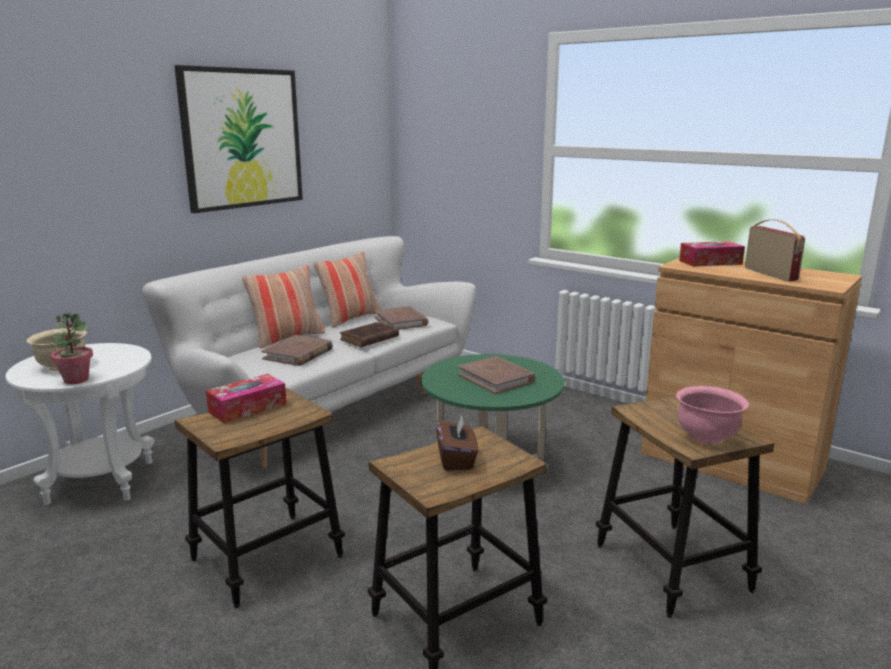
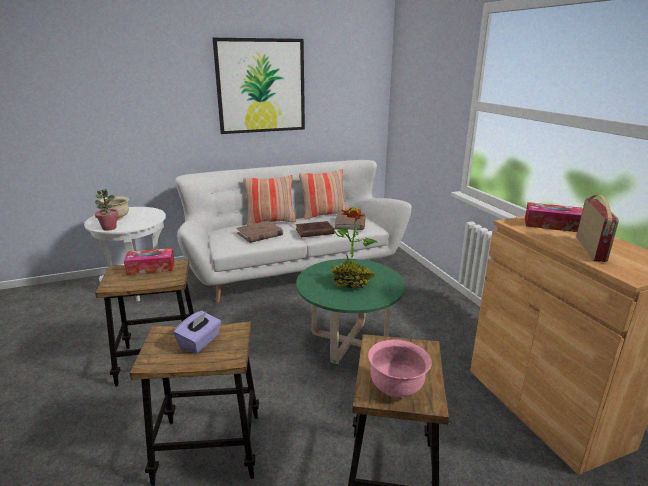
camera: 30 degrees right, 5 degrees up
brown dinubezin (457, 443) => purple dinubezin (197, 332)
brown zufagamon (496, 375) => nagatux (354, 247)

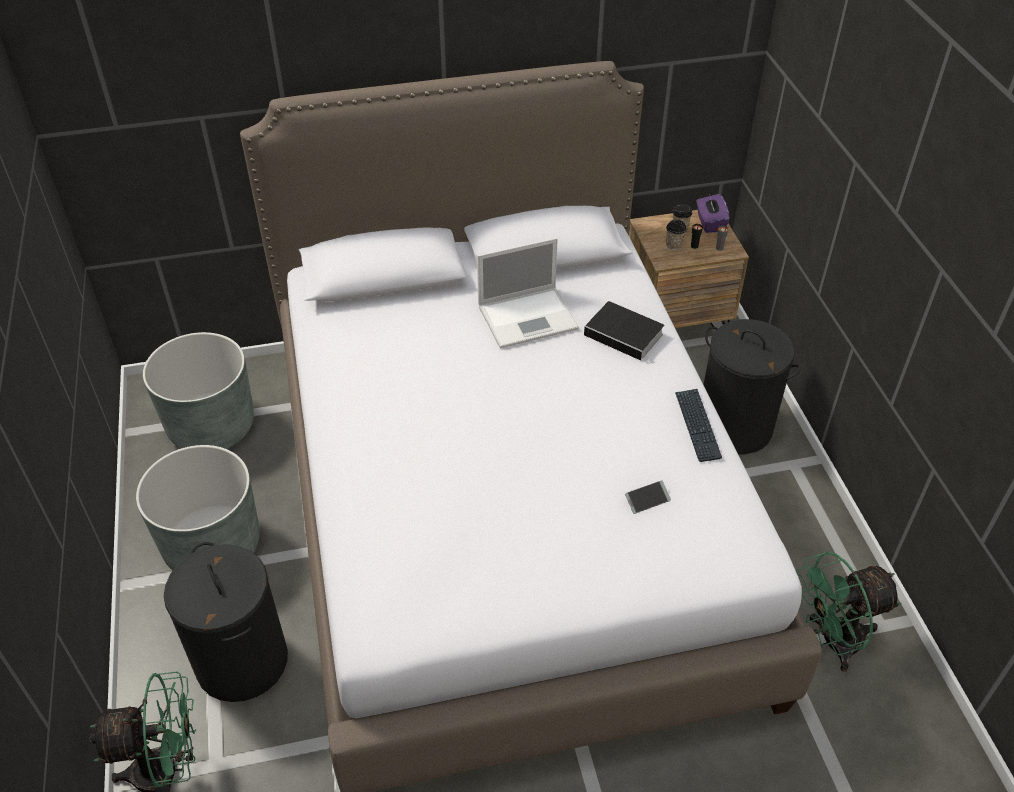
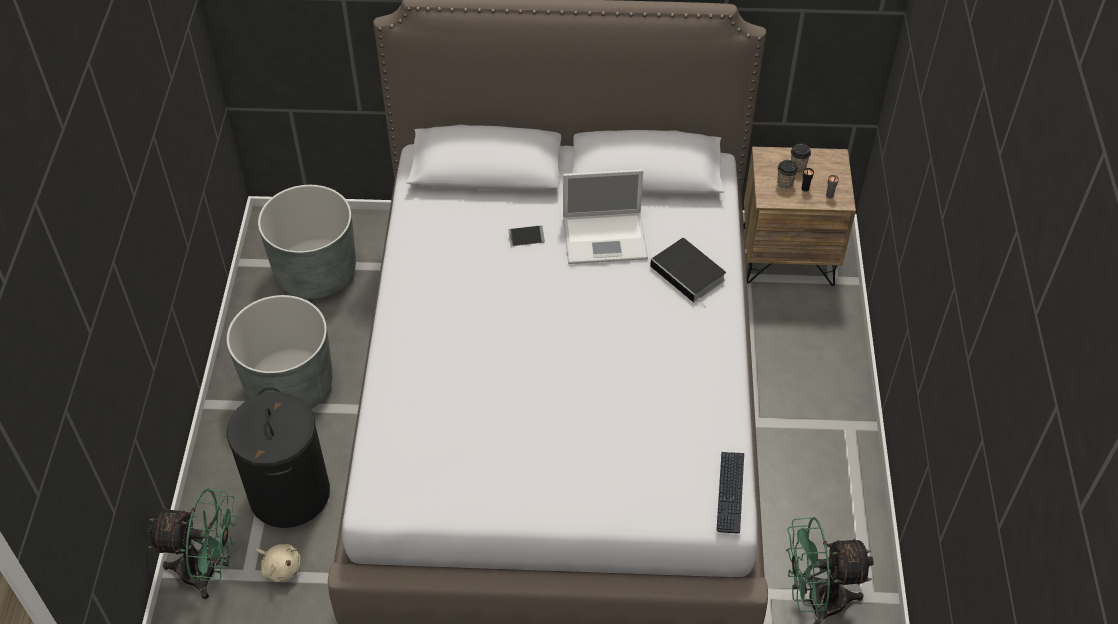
camera: 15 degrees right, 5 degrees up
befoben (648, 497) => befoben (526, 235), relocated
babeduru (698, 425) => babeduru (730, 493), relocated
purple dinubezin (713, 213) => nothing
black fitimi (752, 386) => nothing
nothing => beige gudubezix (278, 563)

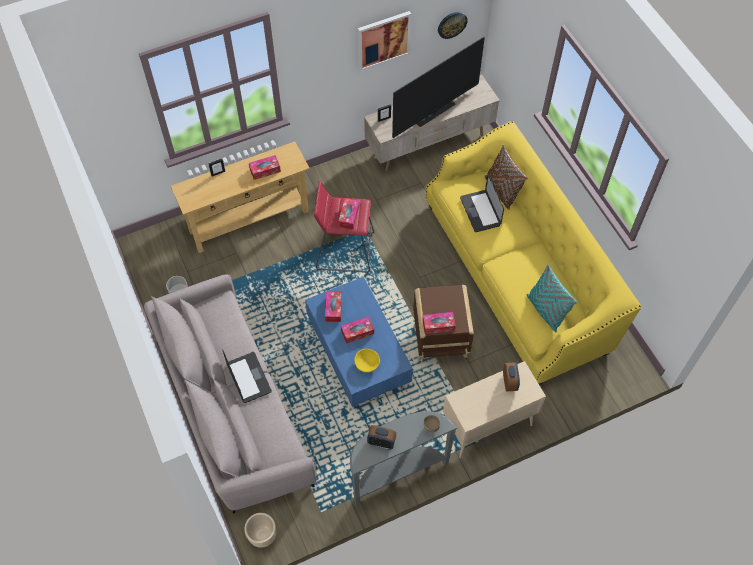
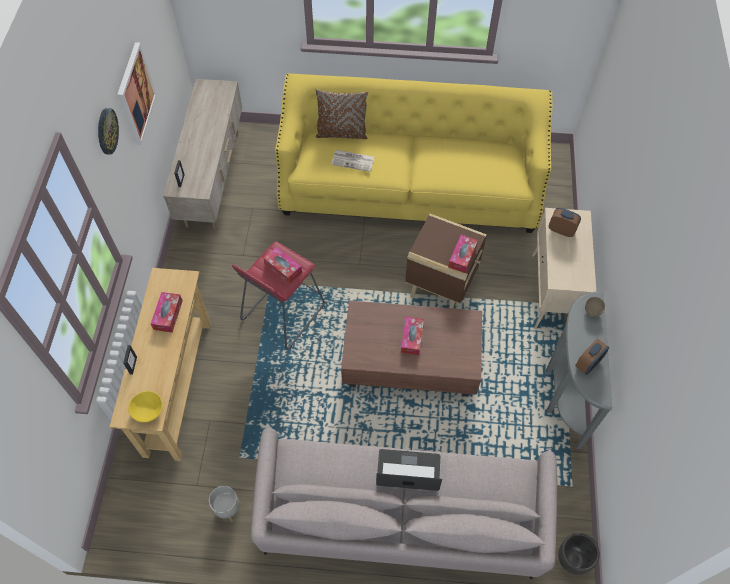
camera: 60 degrees left, 0 degrees up
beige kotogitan (260, 530) => black kotogitan (579, 554)
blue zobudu (359, 342) => brown zobudu (411, 348)
dinubezin (333, 306) => nothing
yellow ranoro (367, 360) => yellow ranoro (145, 407), relocated
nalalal (438, 87) => nothing
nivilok (453, 25) => nivilok (108, 131), relocated
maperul (482, 203) => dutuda (353, 161)
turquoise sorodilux (552, 298) => nothing

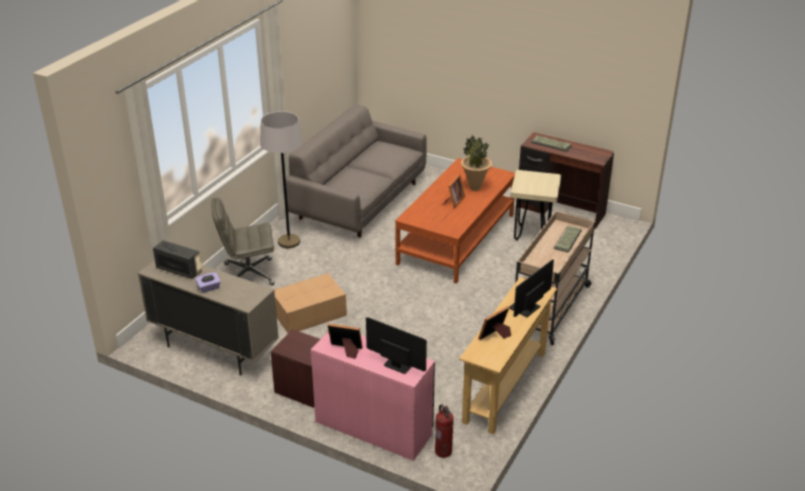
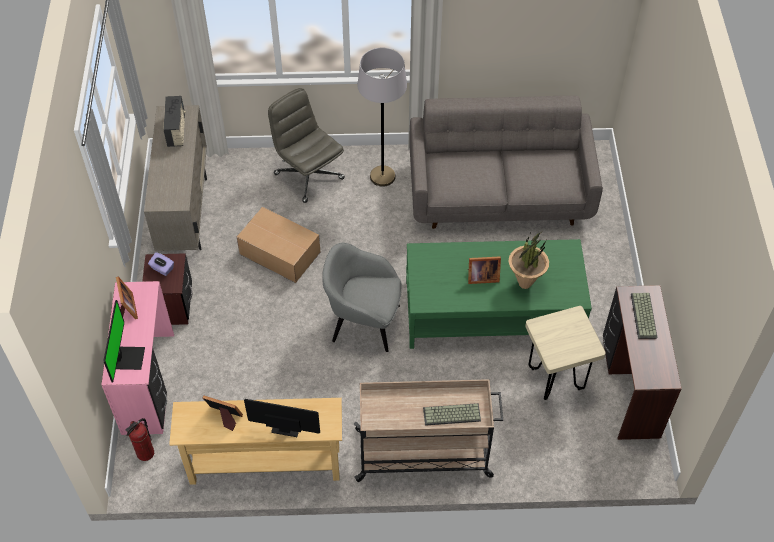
camera: 60 degrees right, 20 degrees up
purple dinubezin (208, 282) => purple dinubezin (161, 264), relocated
brown zobudu (455, 221) => green zobudu (499, 294)
nothing => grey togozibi (362, 297)

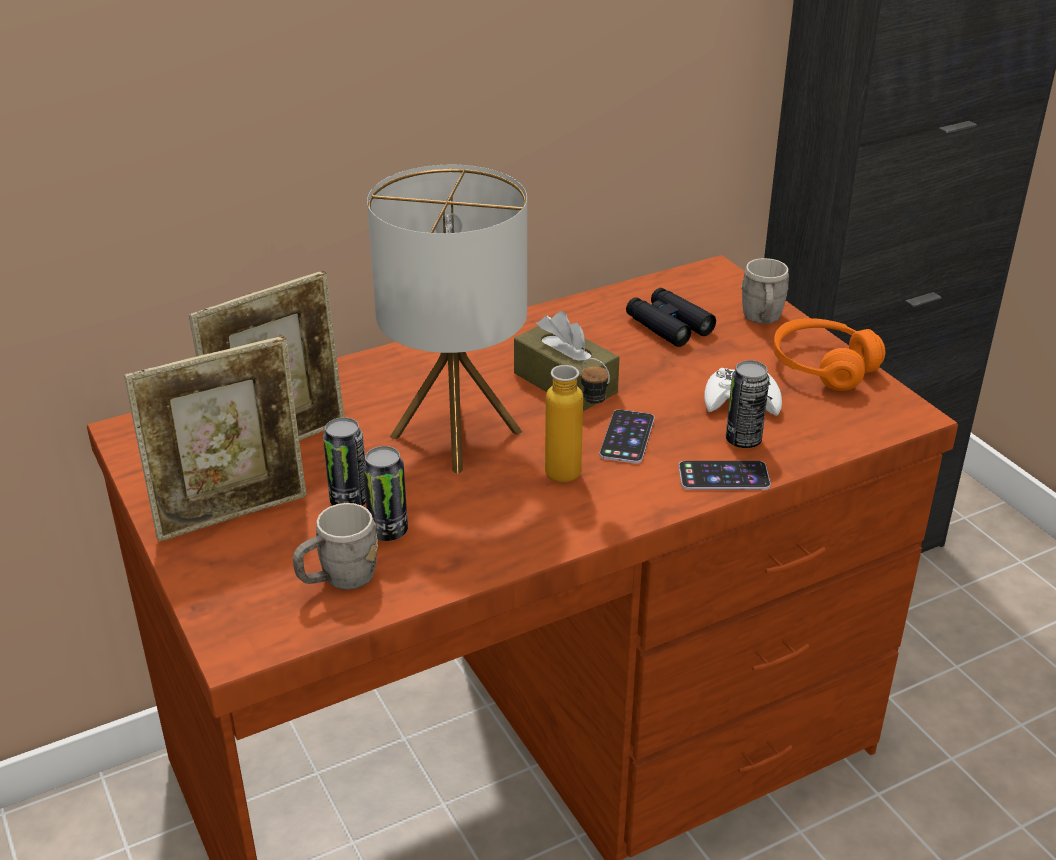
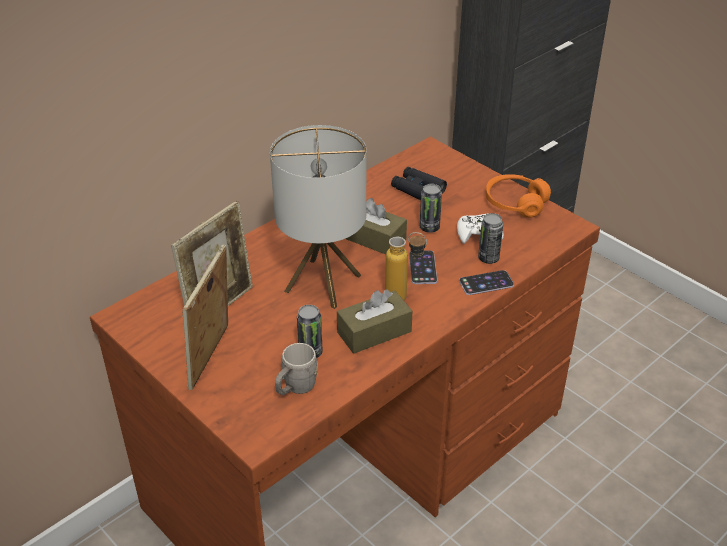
camera: 15 degrees left, 5 degrees up
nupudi (215, 439) => nupudi (205, 317), 150 degrees clockwise
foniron (344, 461) => foniron (431, 208), relocated
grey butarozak (765, 291) => nothing
nothing => brown dinubezin (374, 321)

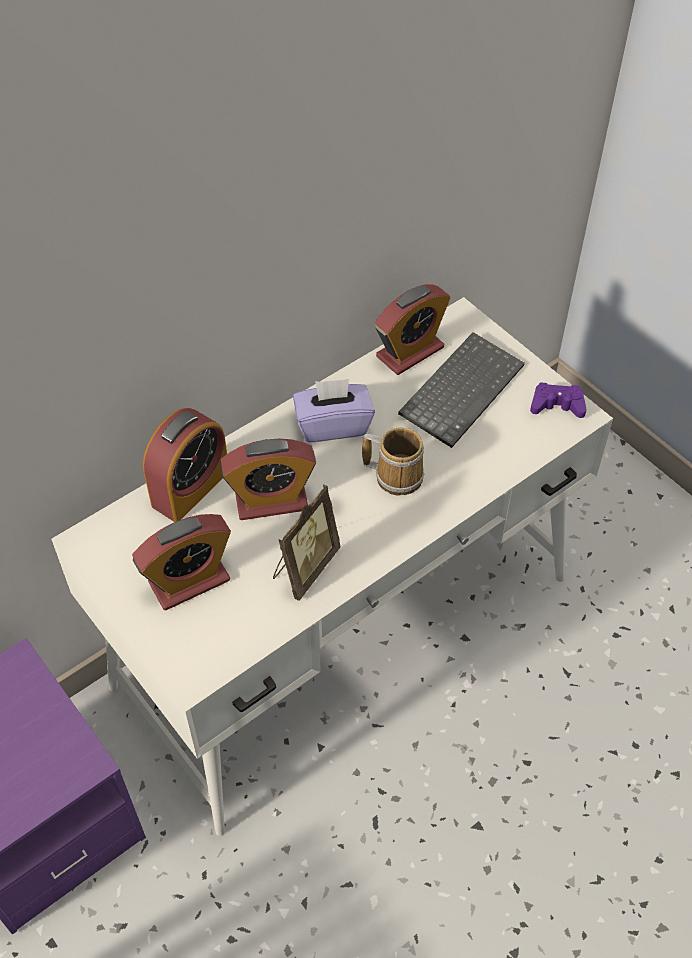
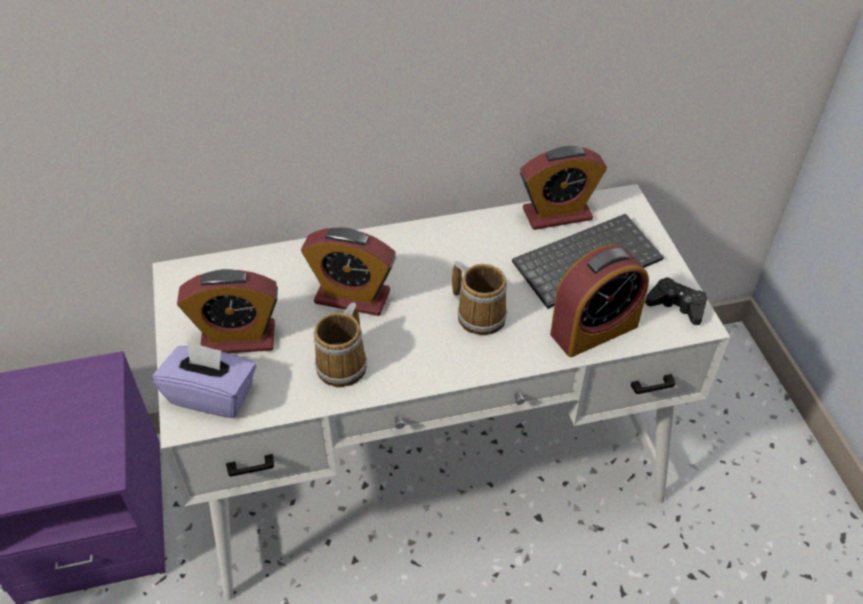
camera: 25 degrees right, 5 degrees down
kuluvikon (185, 465) => kuluvikon (599, 301), relocated
nupudi (307, 542) => butarozak (340, 345)
purple dinubezin (334, 410) => purple dinubezin (204, 379), relocated
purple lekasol (558, 400) => black lekasol (676, 301)

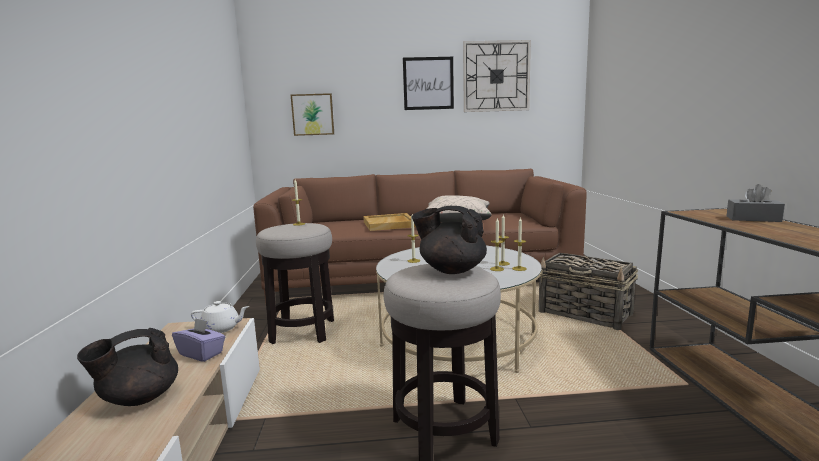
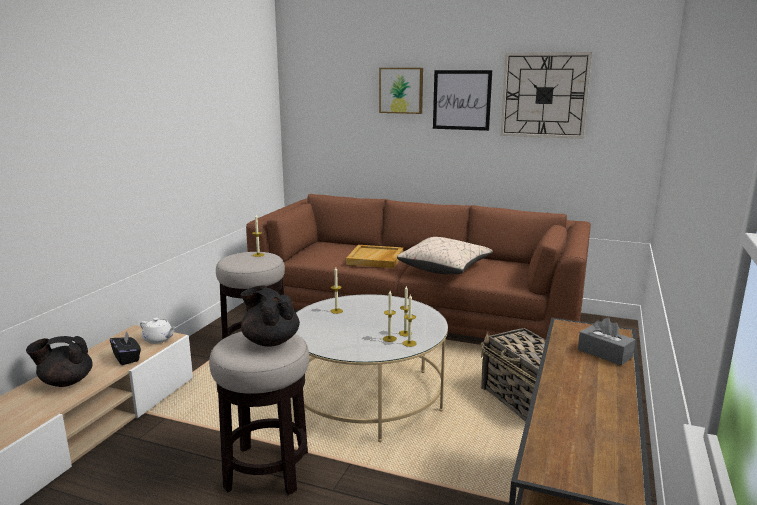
camera: 25 degrees right, 5 degrees up
purple dinubezin (198, 340) => black dinubezin (125, 348)
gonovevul (312, 114) => gonovevul (401, 91), relocated

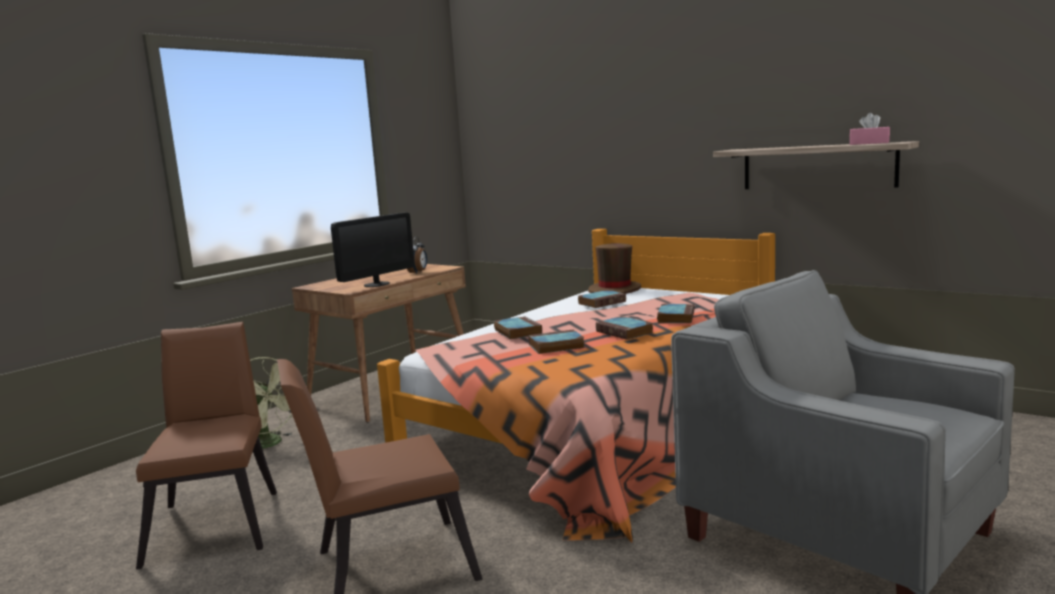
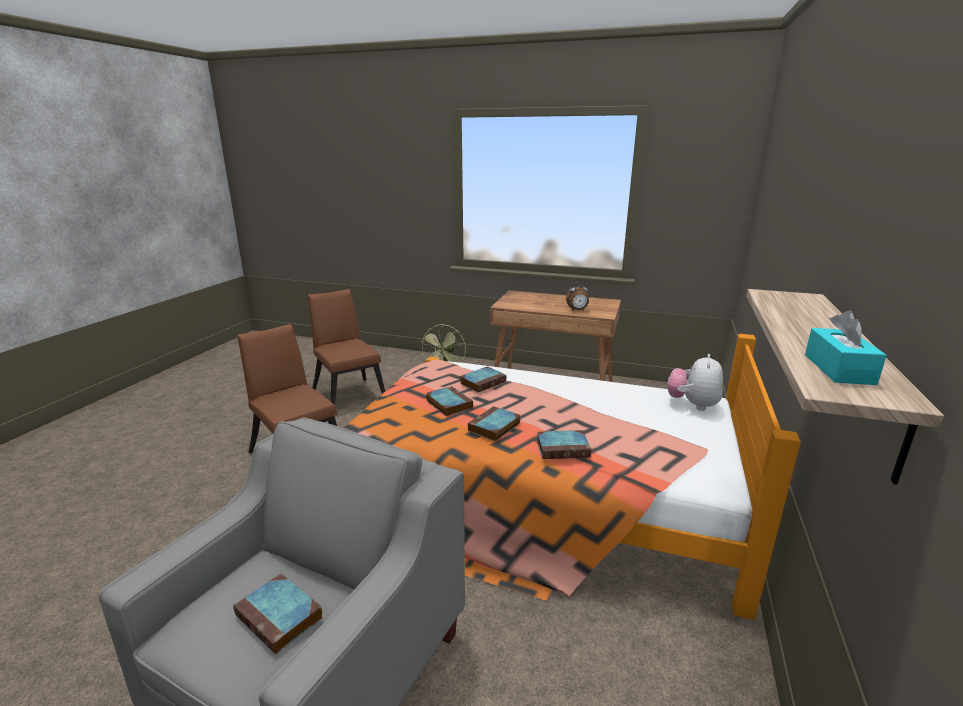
camera: 70 degrees right, 10 degrees up
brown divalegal (206, 446) => brown divalegal (346, 347), 90 degrees counterclockwise
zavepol (372, 250) => nothing
zufagamon (602, 299) => zufagamon (278, 614), relocated
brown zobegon (614, 268) => gudubezix (695, 382)
pink dinubezin (870, 129) => turquoise dinubezin (846, 347)

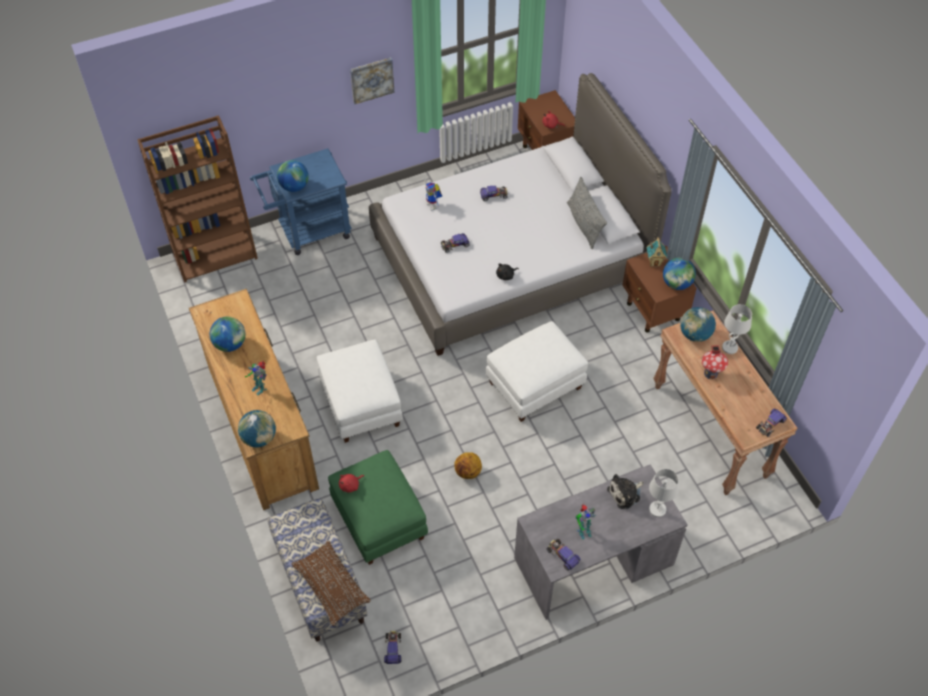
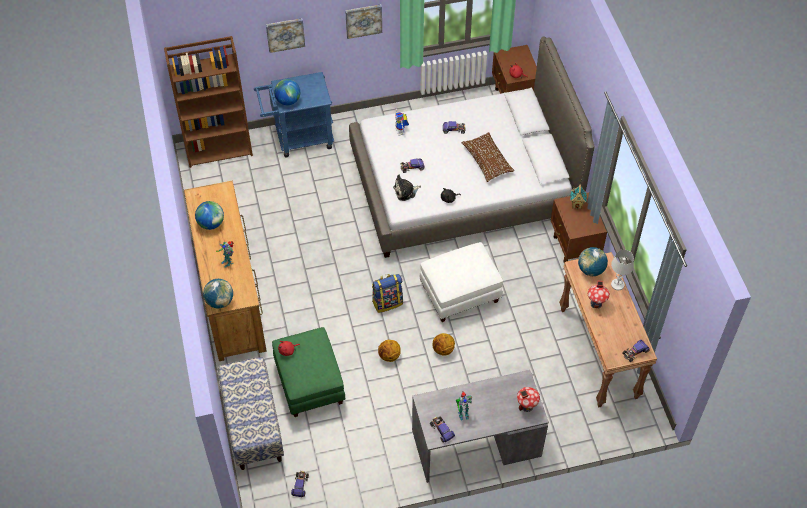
camera: 10 degrees right, 0 degrees up
brown sorodilux (331, 583) => brown sorodilux (488, 157), relocated
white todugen (360, 391) => nothing
grey sorodilux (587, 213) => nothing
gudubezix (625, 491) => gudubezix (407, 188), relocated
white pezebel (663, 493) => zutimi (528, 399)
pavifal (679, 273) => nothing
nothing => gonovevul (285, 35)
nothing => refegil (387, 293)
nothing => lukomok (443, 344)

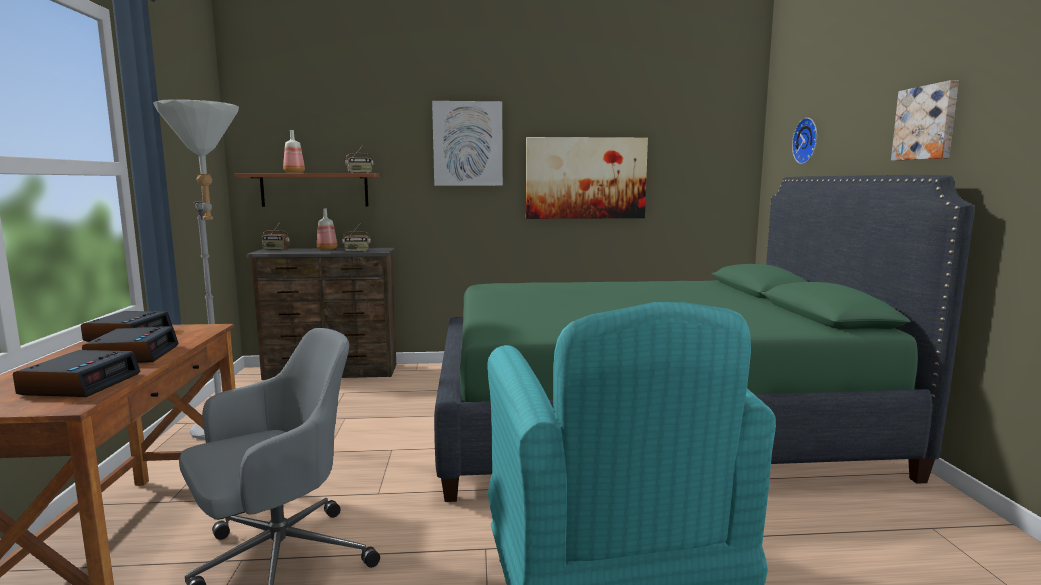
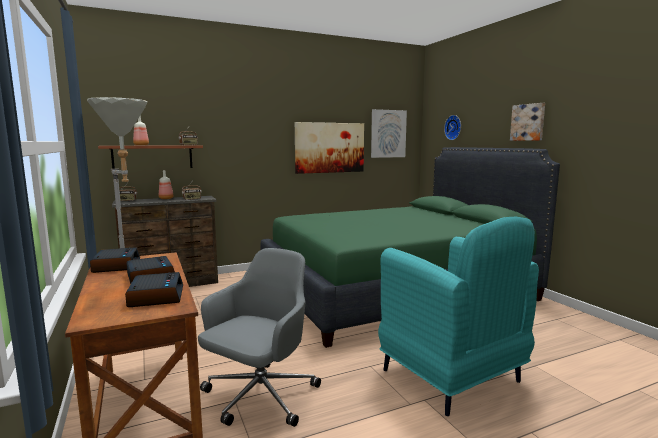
camera: 20 degrees left, 0 degrees up
gonovevul (467, 143) => gonovevul (389, 133), relocated

